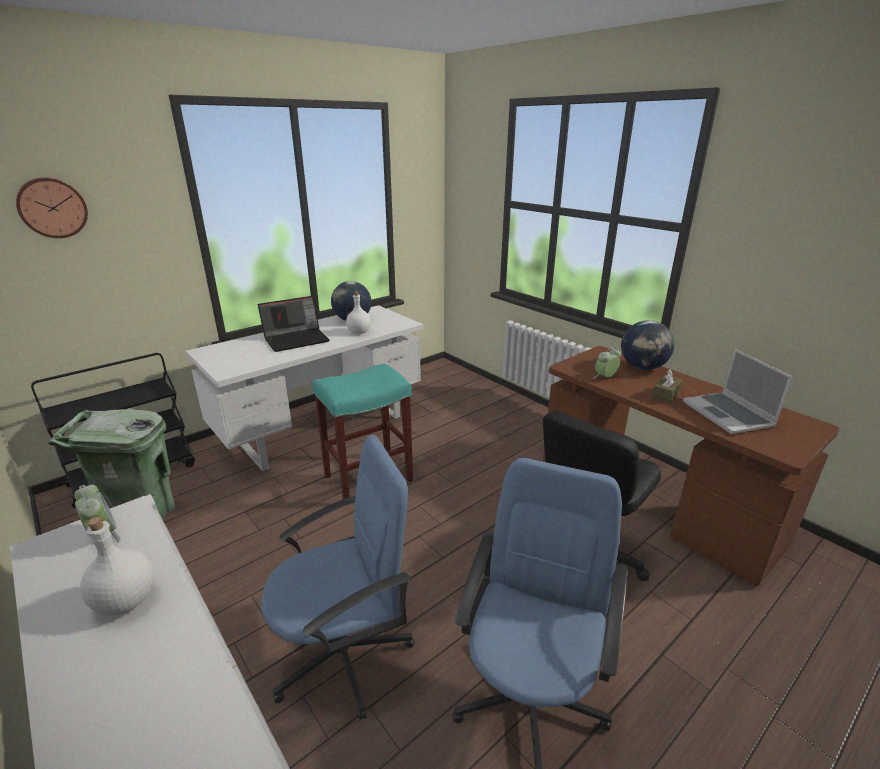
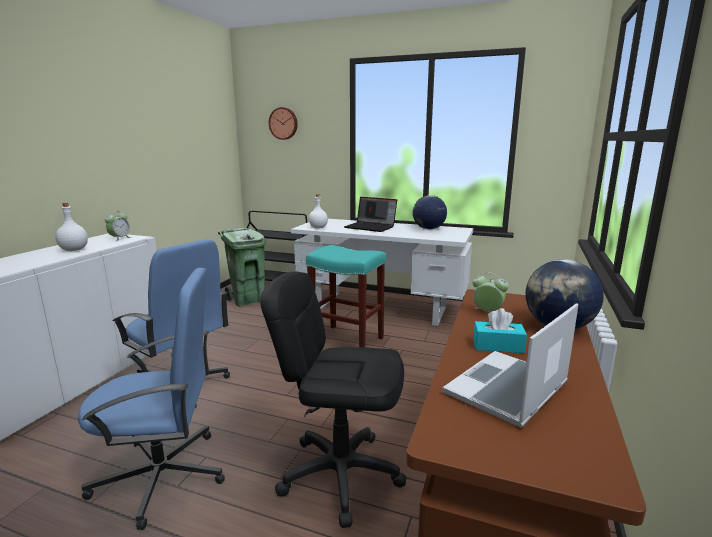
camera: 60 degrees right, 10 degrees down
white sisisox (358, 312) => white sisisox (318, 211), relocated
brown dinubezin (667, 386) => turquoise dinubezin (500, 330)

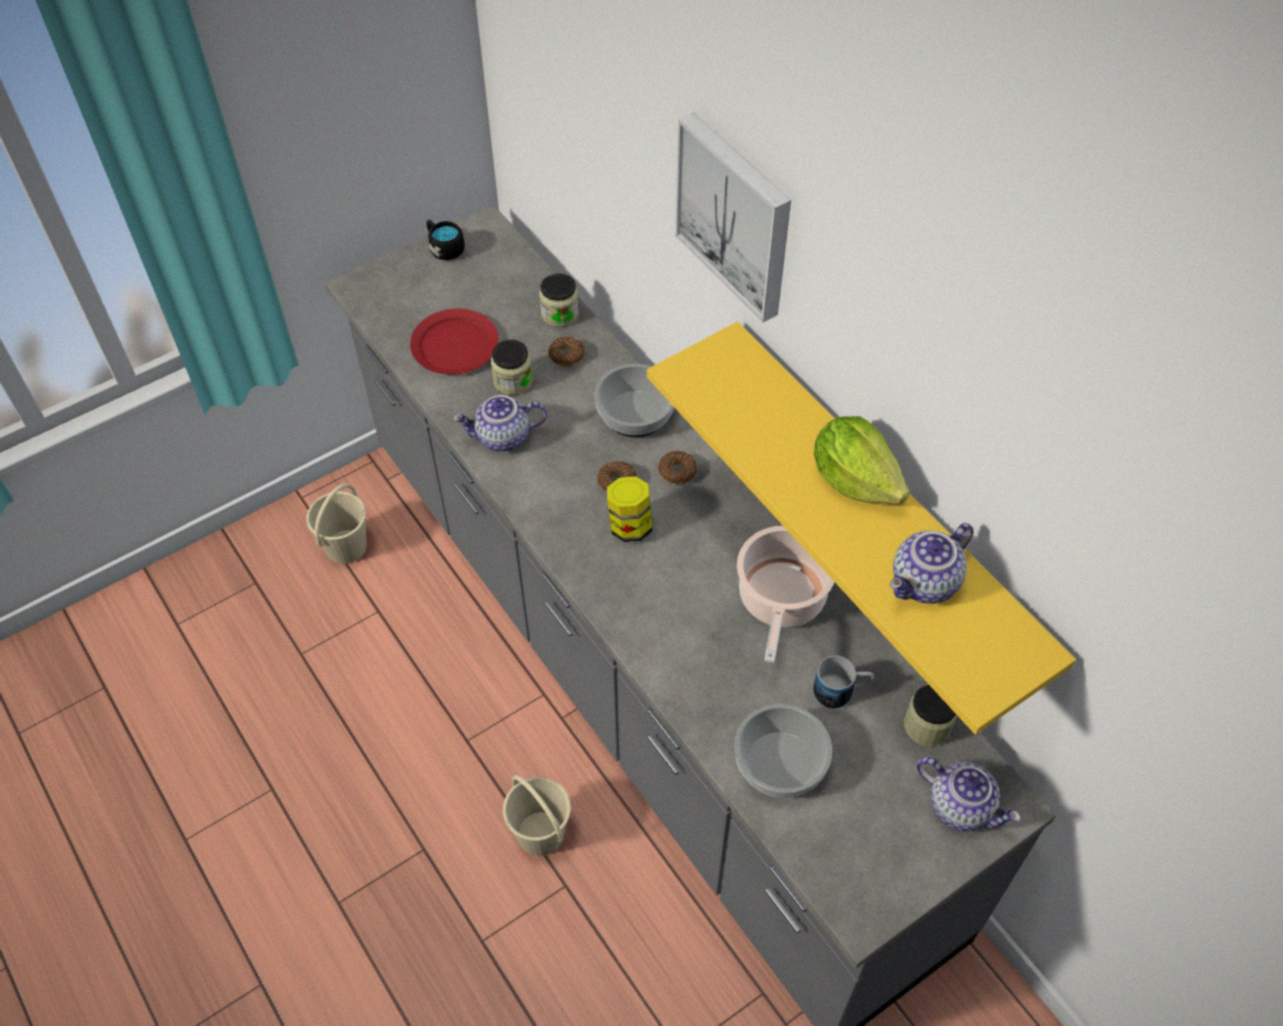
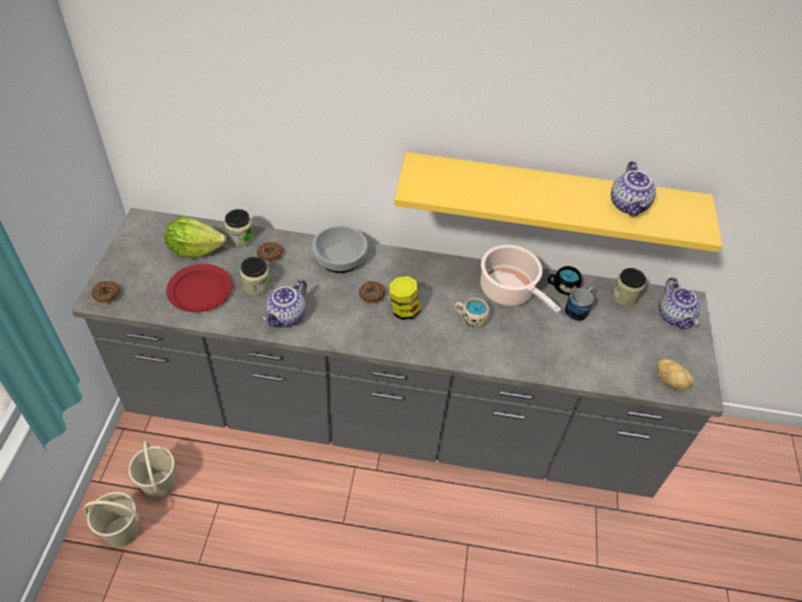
camera: 50 degrees left, 5 degrees down
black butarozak (445, 240) => black butarozak (564, 280), relocated
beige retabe (537, 815) => beige retabe (112, 519), relocated
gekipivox (677, 468) => gekipivox (106, 292), relocated
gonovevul (733, 217) => nothing
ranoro (783, 751) => nothing
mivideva (862, 460) => mivideva (195, 237), relocated
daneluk (969, 794) => daneluk (679, 304), 90 degrees clockwise
nothing => beige butarozak (471, 313)
nothing => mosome (675, 374)

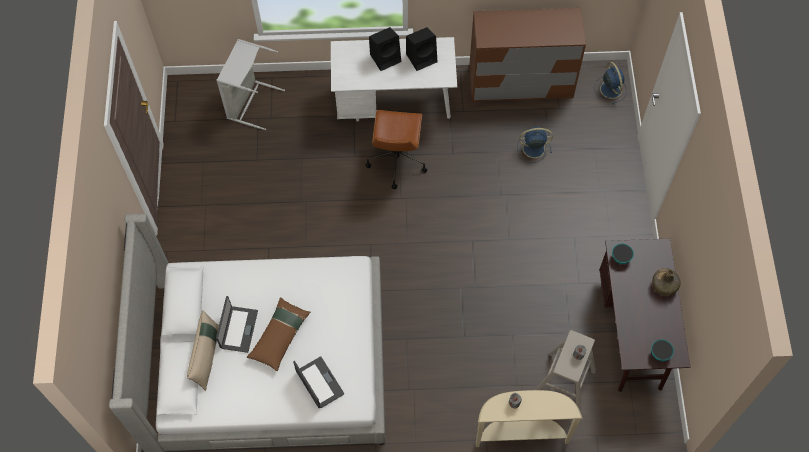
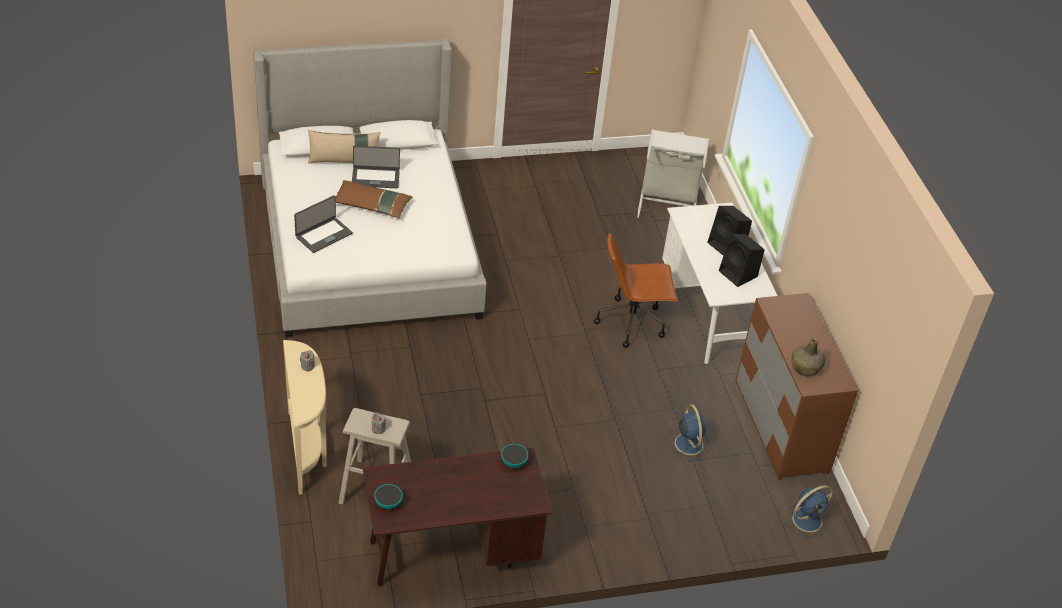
camera: 75 degrees right, 20 degrees down
green sisisox (666, 282) => green sisisox (808, 357), relocated

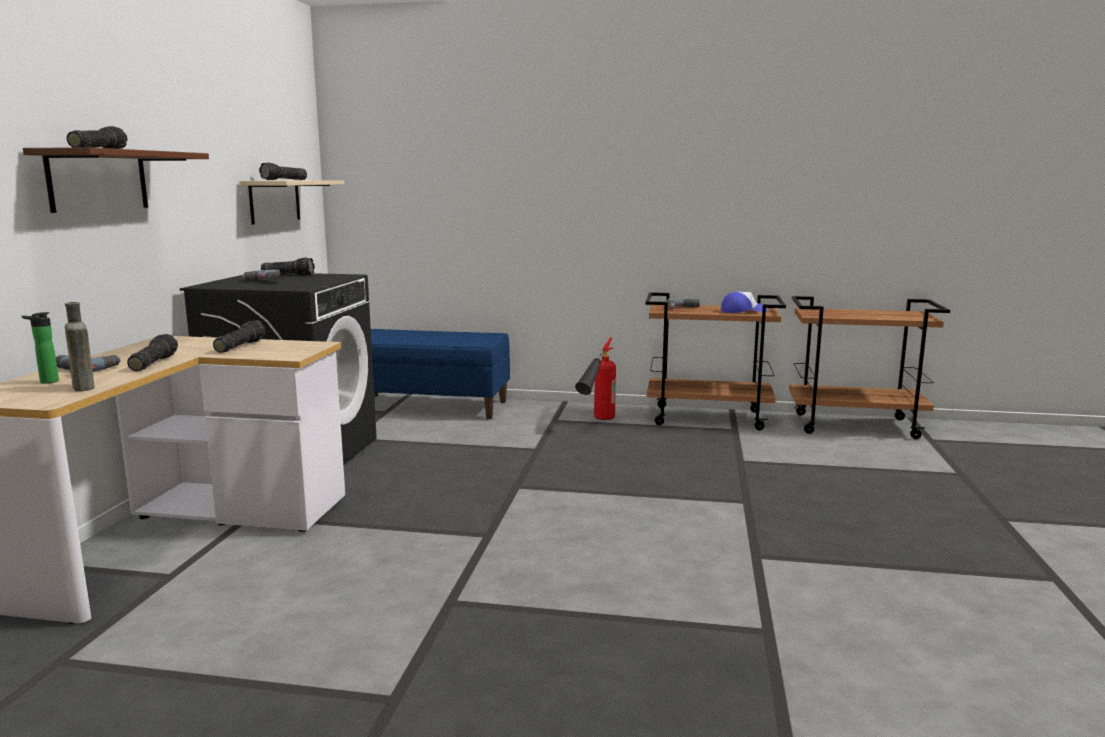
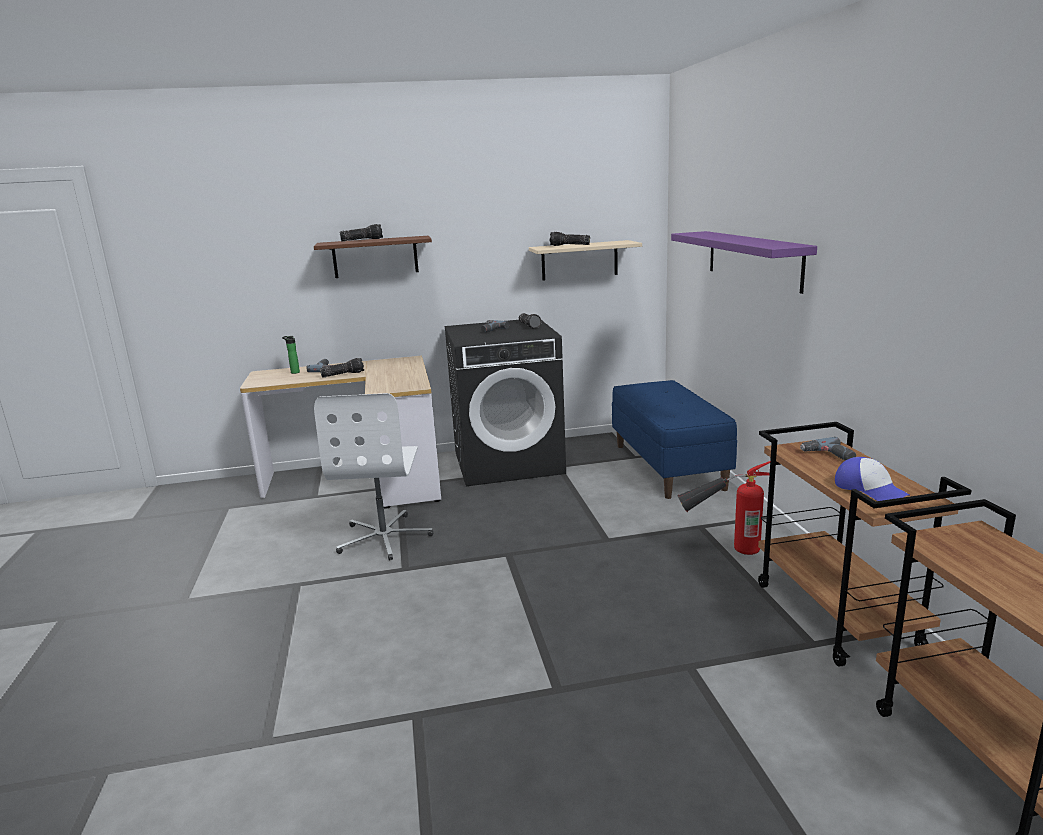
camera: 70 degrees right, 5 degrees up
brown sisisox (79, 346) => nothing
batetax (239, 336) => nothing
nothing => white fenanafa (373, 476)
nothing => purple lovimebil (744, 262)

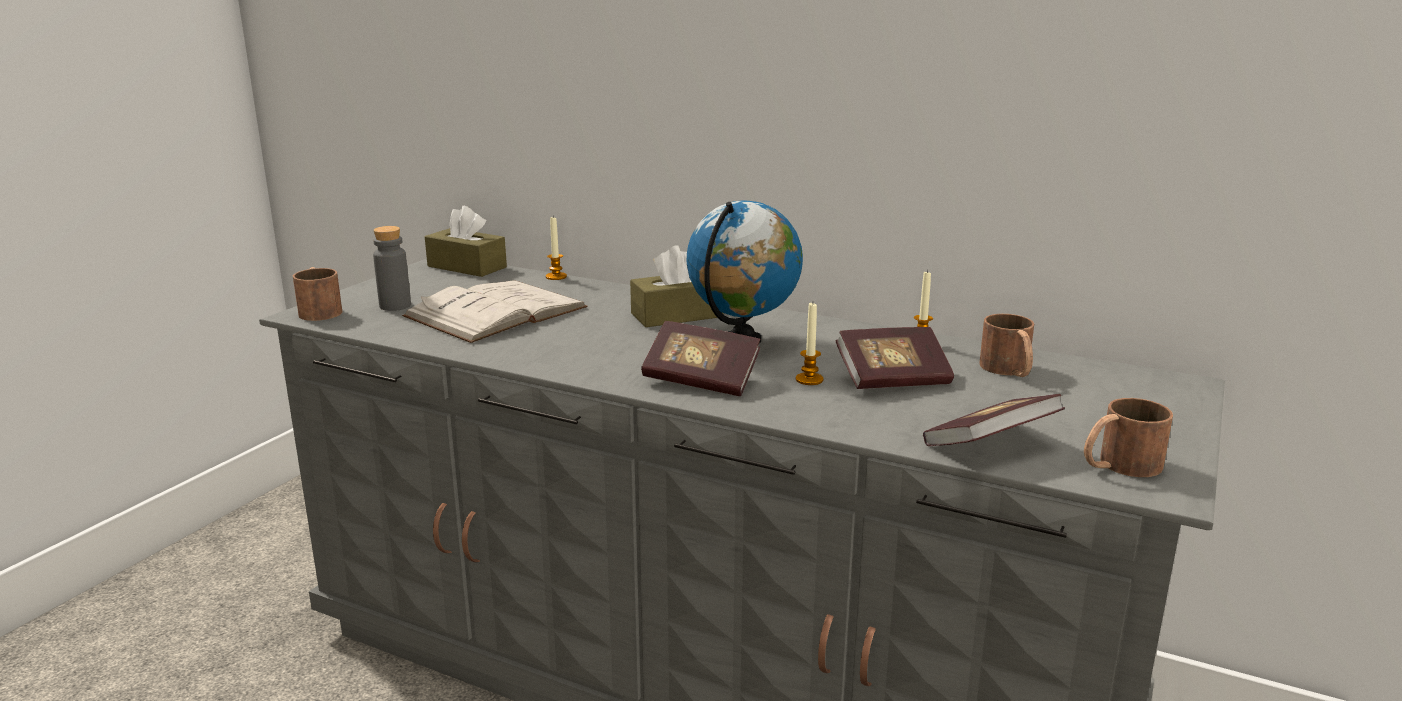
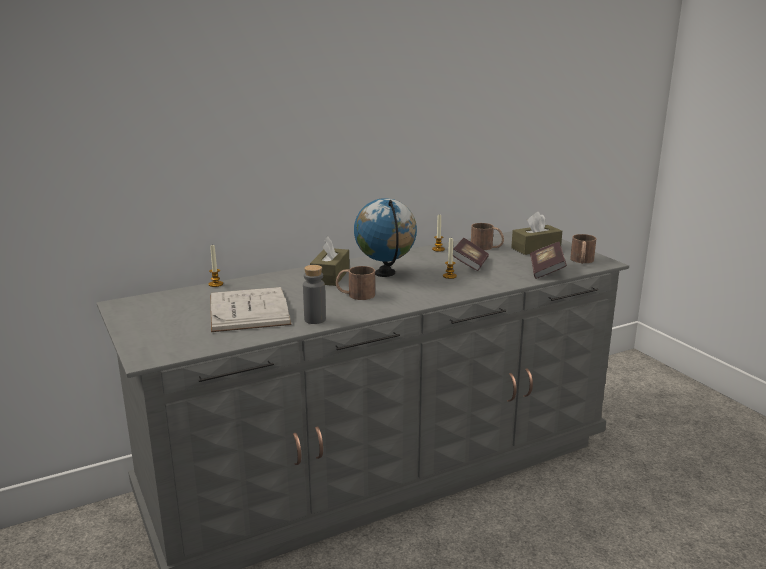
camera: 55 degrees left, 0 degrees up
brown butarozak (317, 294) => brown butarozak (355, 283), relocated
grey sisisox (392, 268) => grey sisisox (314, 294), relocated
brown dinubezin (466, 241) => brown dinubezin (536, 233), relocated
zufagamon (700, 358) => nothing

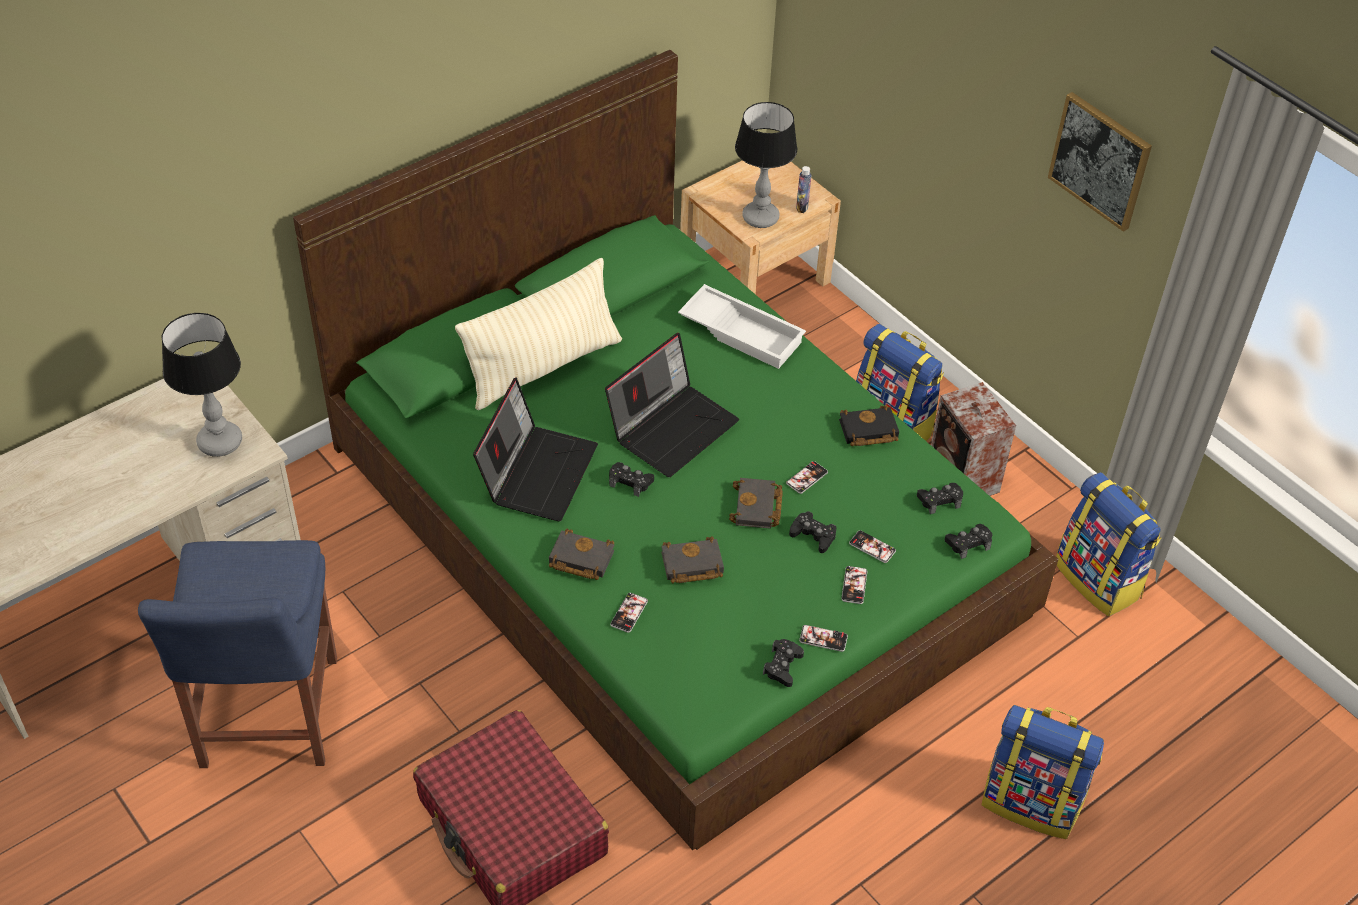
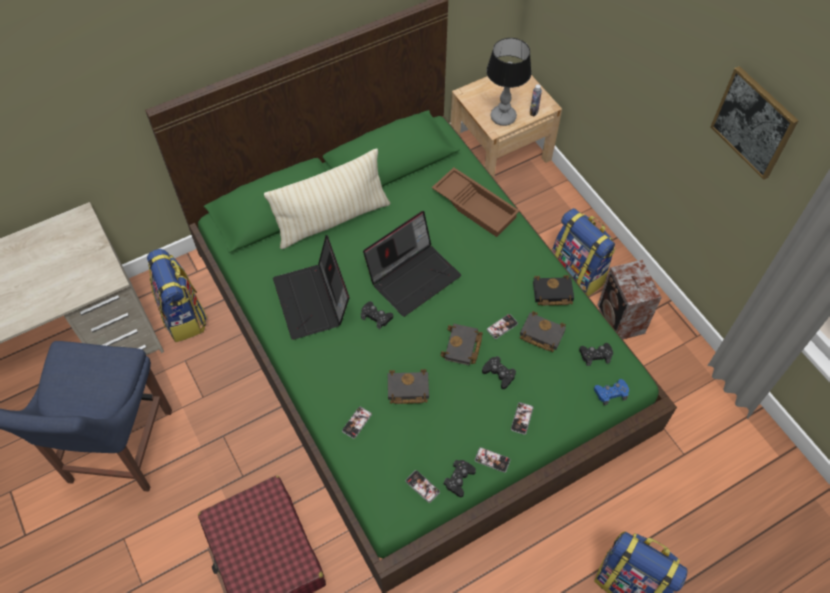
camera: 10 degrees right, 10 degrees up
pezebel (201, 385) => nothing
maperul (535, 449) => maperul (311, 287), 135 degrees clockwise
black zufagamon (581, 554) => black zufagamon (543, 331), relocated
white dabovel (742, 326) => brown dabovel (476, 202)
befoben (872, 546) => befoben (423, 486), relocated
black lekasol (968, 541) => blue lekasol (611, 392)
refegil (1109, 544) => refegil (177, 295), relocated

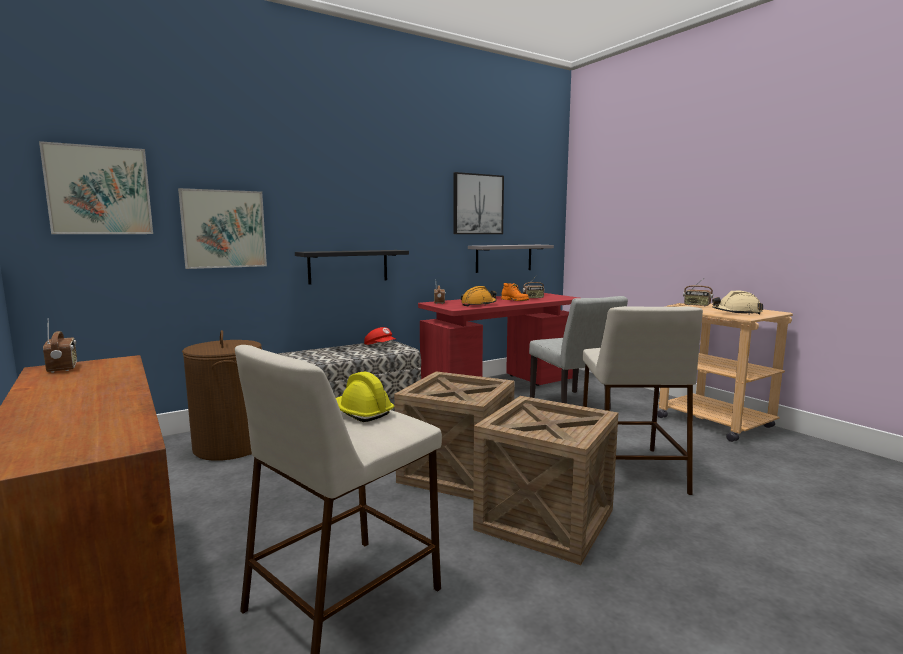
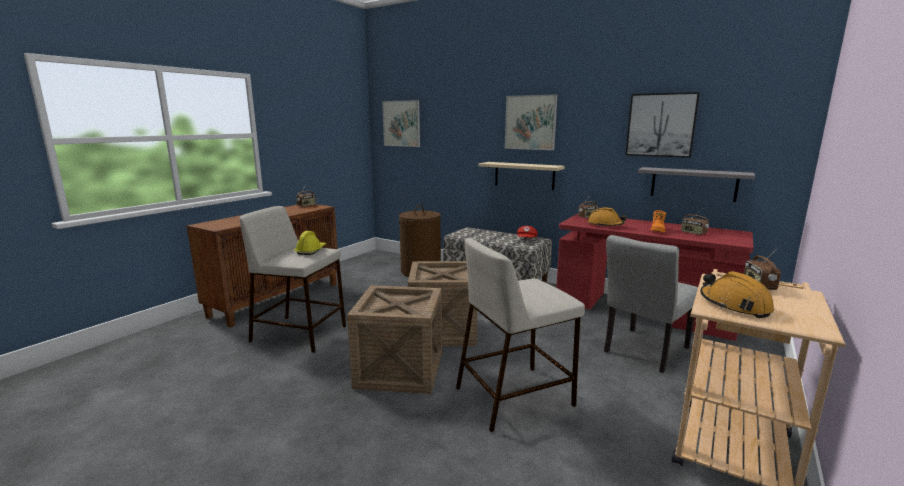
camera: 65 degrees right, 5 degrees up
gonovevul (222, 228) => gonovevul (531, 122), relocated
black lovimebil (352, 267) => beige lovimebil (522, 176)
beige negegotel (737, 303) => orange negegotel (737, 294)

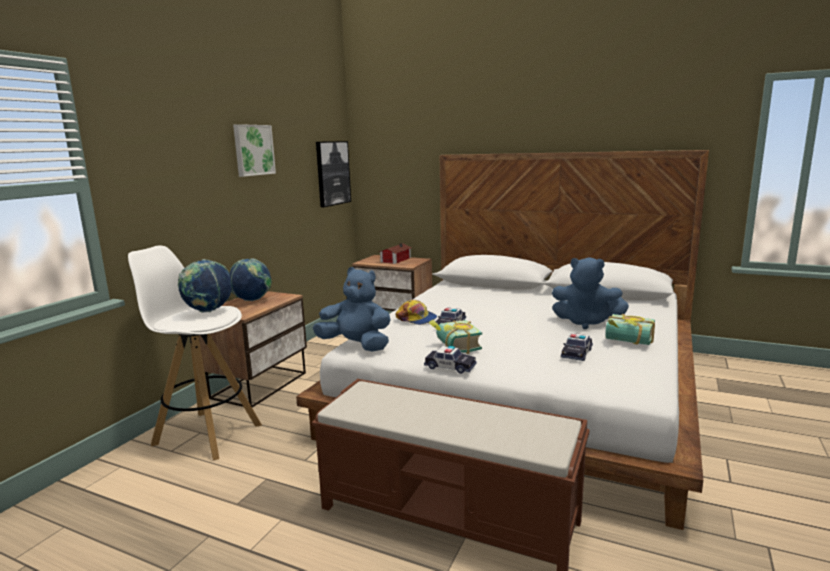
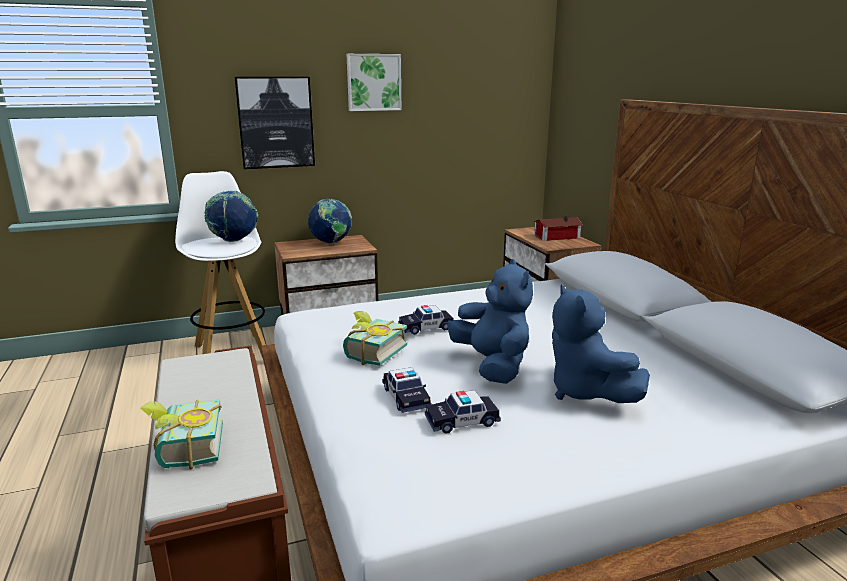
camera: 45 degrees right, 5 degrees up
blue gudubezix (352, 309) => blue gudubezix (490, 321), relocated
gonovevul (333, 174) => gonovevul (274, 123), relocated
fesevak (416, 312) => nothing
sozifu (450, 360) => sozifu (407, 390), relocated
zufagamon (630, 329) => zufagamon (181, 434), relocated

